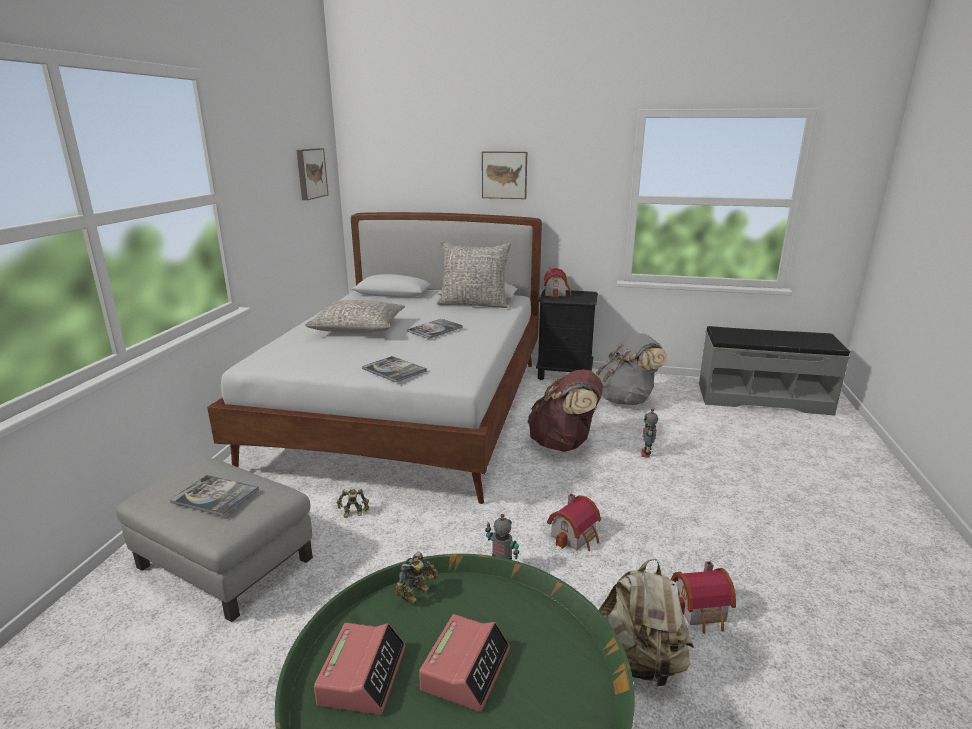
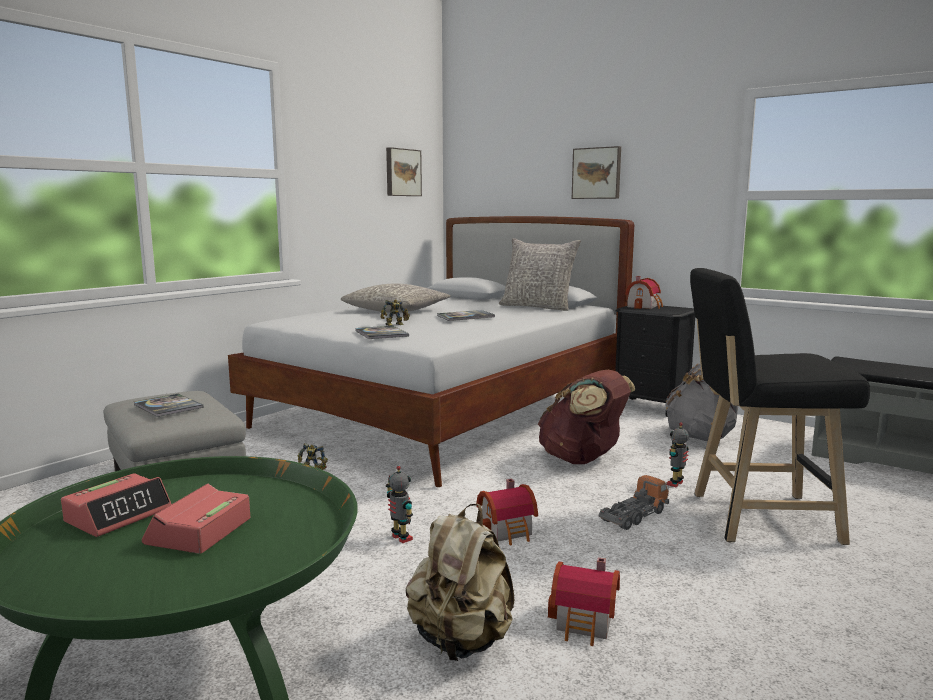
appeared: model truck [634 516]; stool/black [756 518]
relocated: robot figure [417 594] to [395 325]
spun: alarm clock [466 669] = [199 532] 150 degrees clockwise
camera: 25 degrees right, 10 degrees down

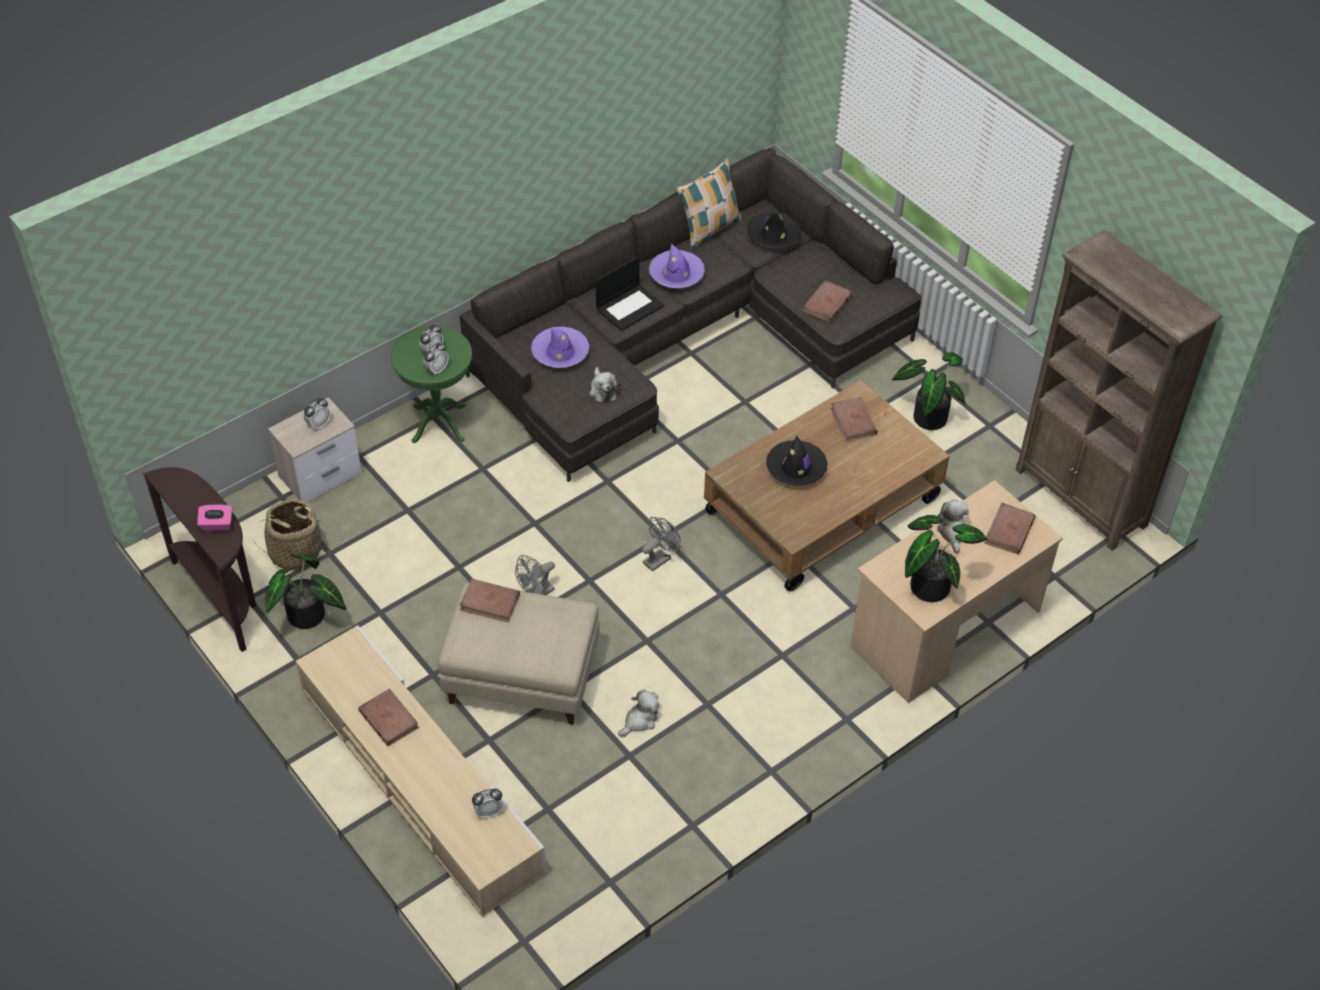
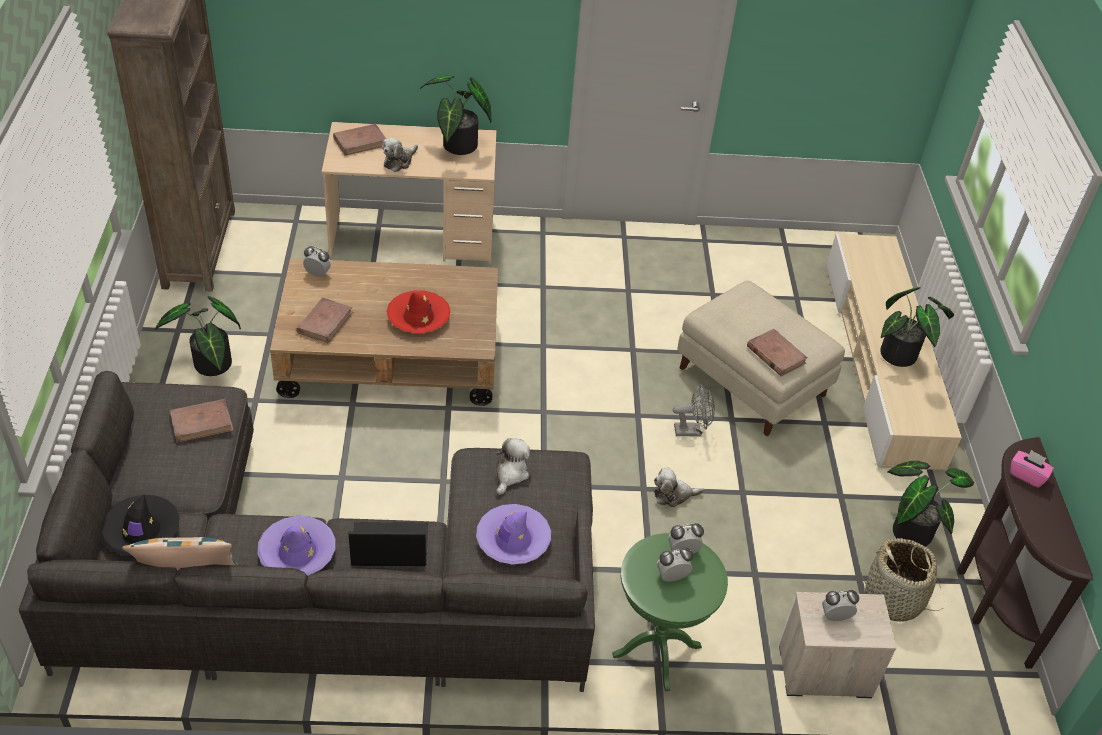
missing: cooling fan/grey [660 558]
relocated: alarm clock [488 811] to [318 274]; plush toy [640 720] to [673 495]
exchanged: bound book/brownish [388 719] to houseplant [903 355]
colour: wearable hat/black [796 468] to wearable hat/red [418 318]
camera: 145 degrees left, 5 degrees down

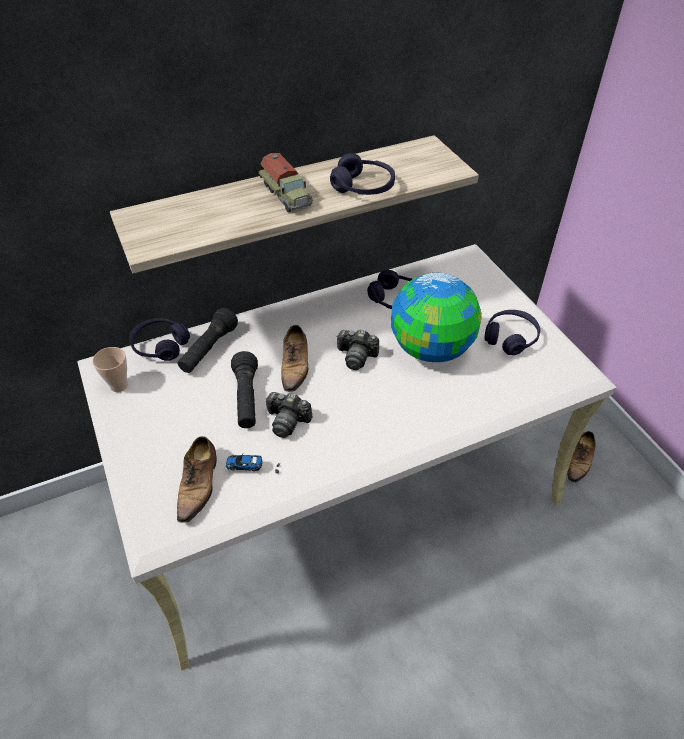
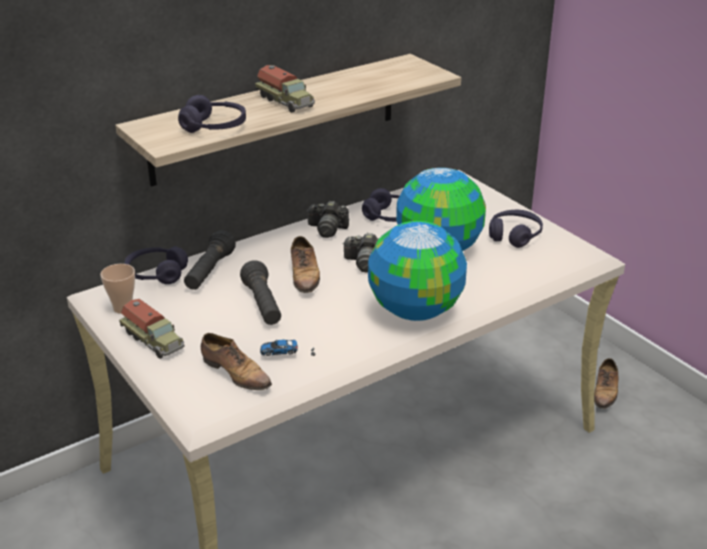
appeared: model truck [153 340]; globe [414 310]
relocated: photo camera [287 421] to [327 229]; headphones/purple [363 187] to [214 127]
spun: shoe [198 485] = [236 373] 45 degrees counterclockwise
camera: 10 degrees left, 15 degrees down

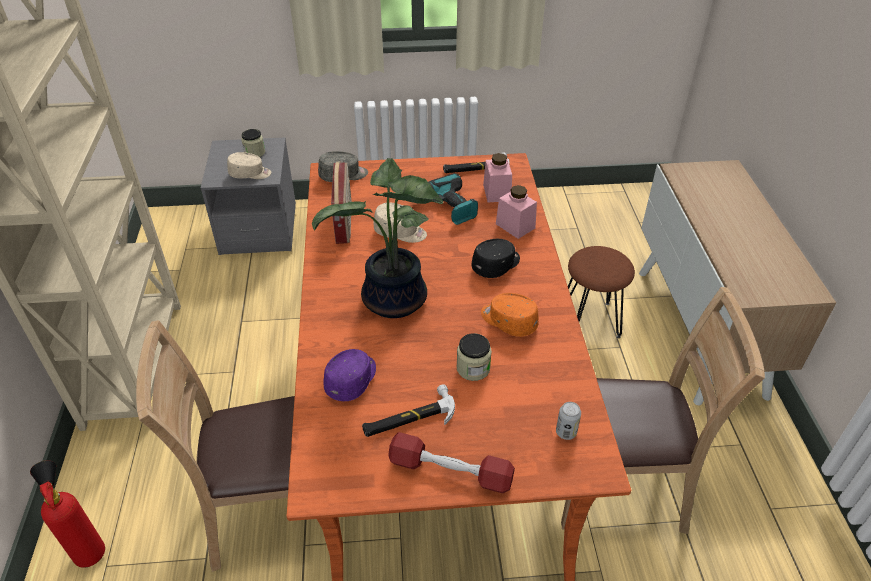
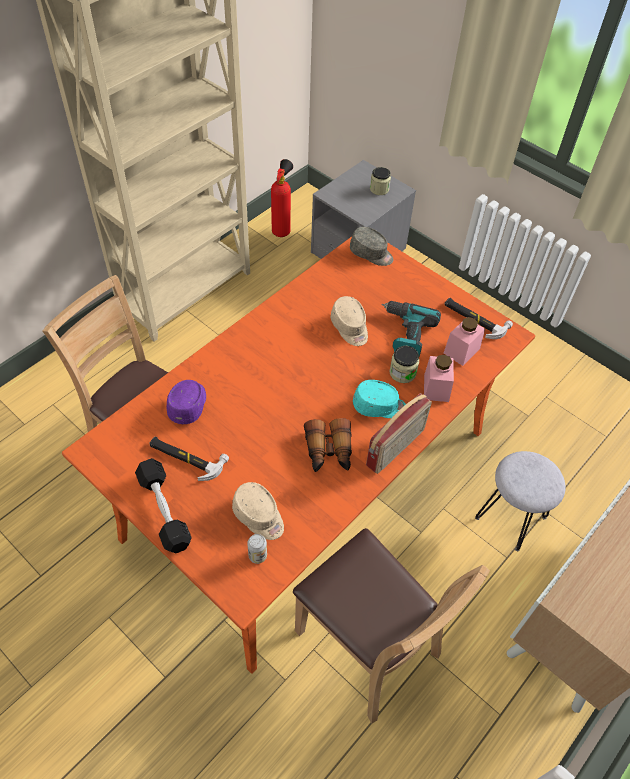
missing: houseplant [393 302]
relocated: fire extinguisher [89 549] to [282 230]; cap/beige-coloured [250 174] to [259 516]; radio set [344 222] to [396 448]; preserve jar [473 368] to [402 373]
exchanged: cap/orange [508 321] to pair of binoculars [329 452]
colour: hand weight/red [450 471] to hand weight/black [164 510]; cap/black [496 265] to cap/turquoise [379 406]; stool/brownish [591 321] to stool/grey [511 518]
spun: cap/purple [352 380] = [188 405] 60 degrees counterclockwise
camera: 45 degrees right, 10 degrees up

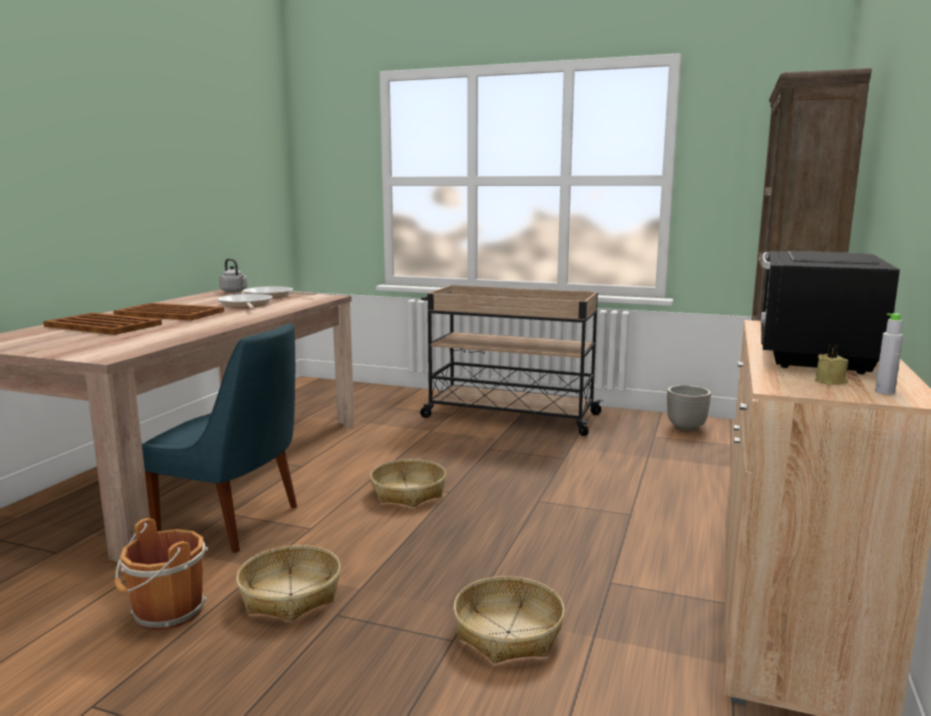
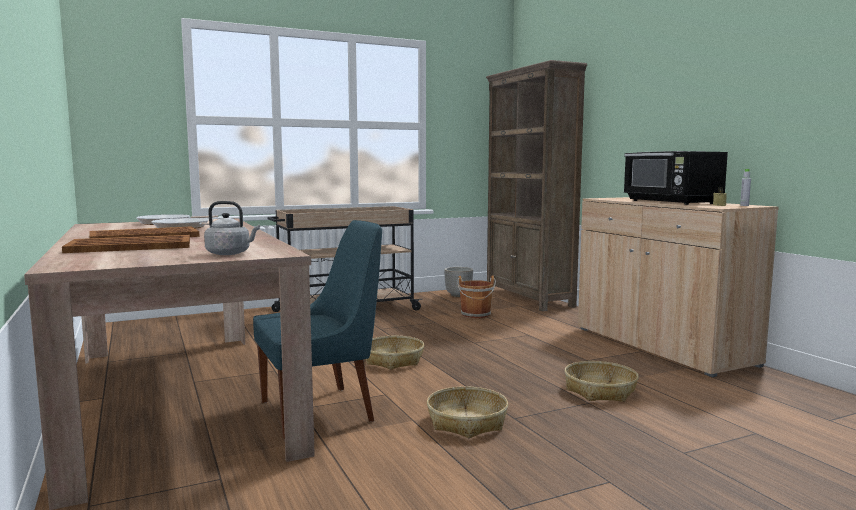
relocated: pail/brownish [166 613] to [476 315]; kettle/grey [235 291] to [230 253]
camera: 45 degrees left, 5 degrees down

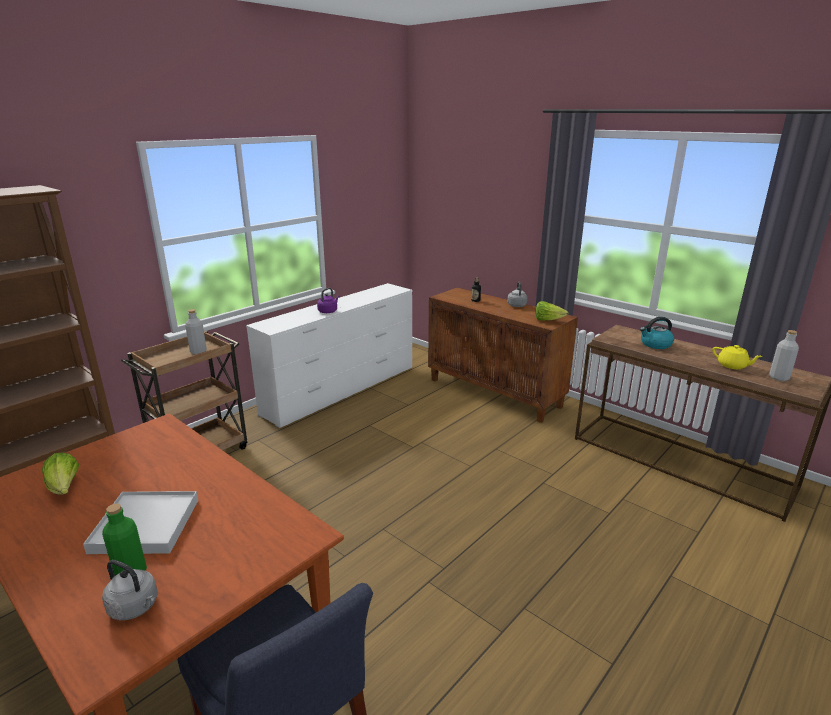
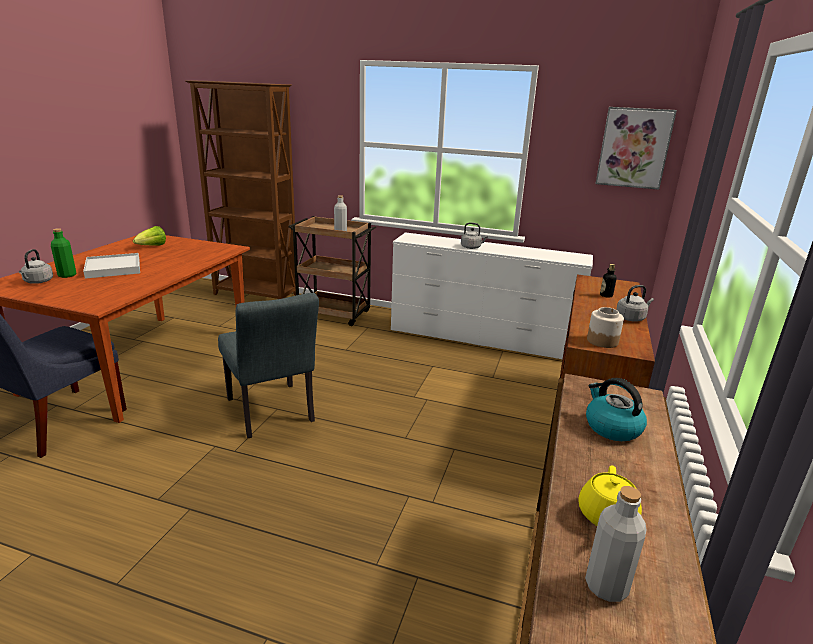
appeared: upright chair/grey [272 414]; picture [634 148]
exchanged: lettuce [547 320] to preserve jar [602 341]
colour: kettle/purple [328 311] to kettle/grey [472 247]
camera: 65 degrees right, 0 degrees up

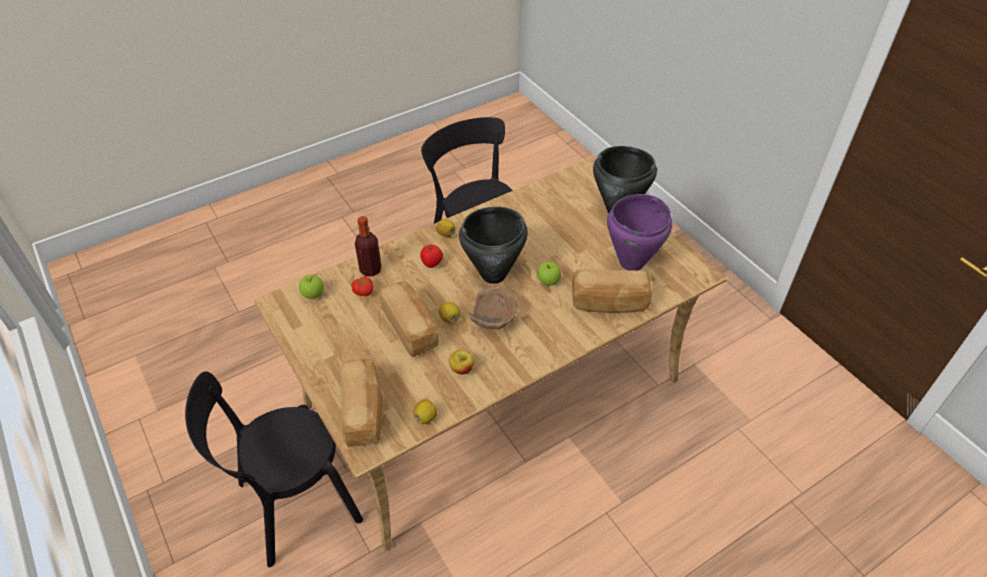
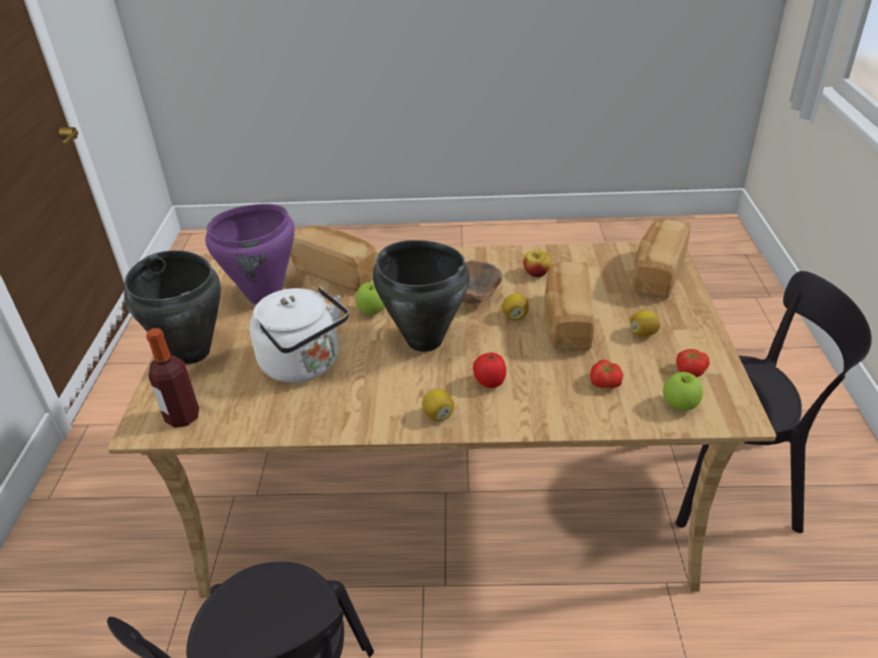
appeared: kettle/white [305 365]; tomato [689 371]
relocated: drink bottle [370 270] to [182 417]; citrus fruit [426 417] to [643 333]
camera: 145 degrees left, 10 degrees down

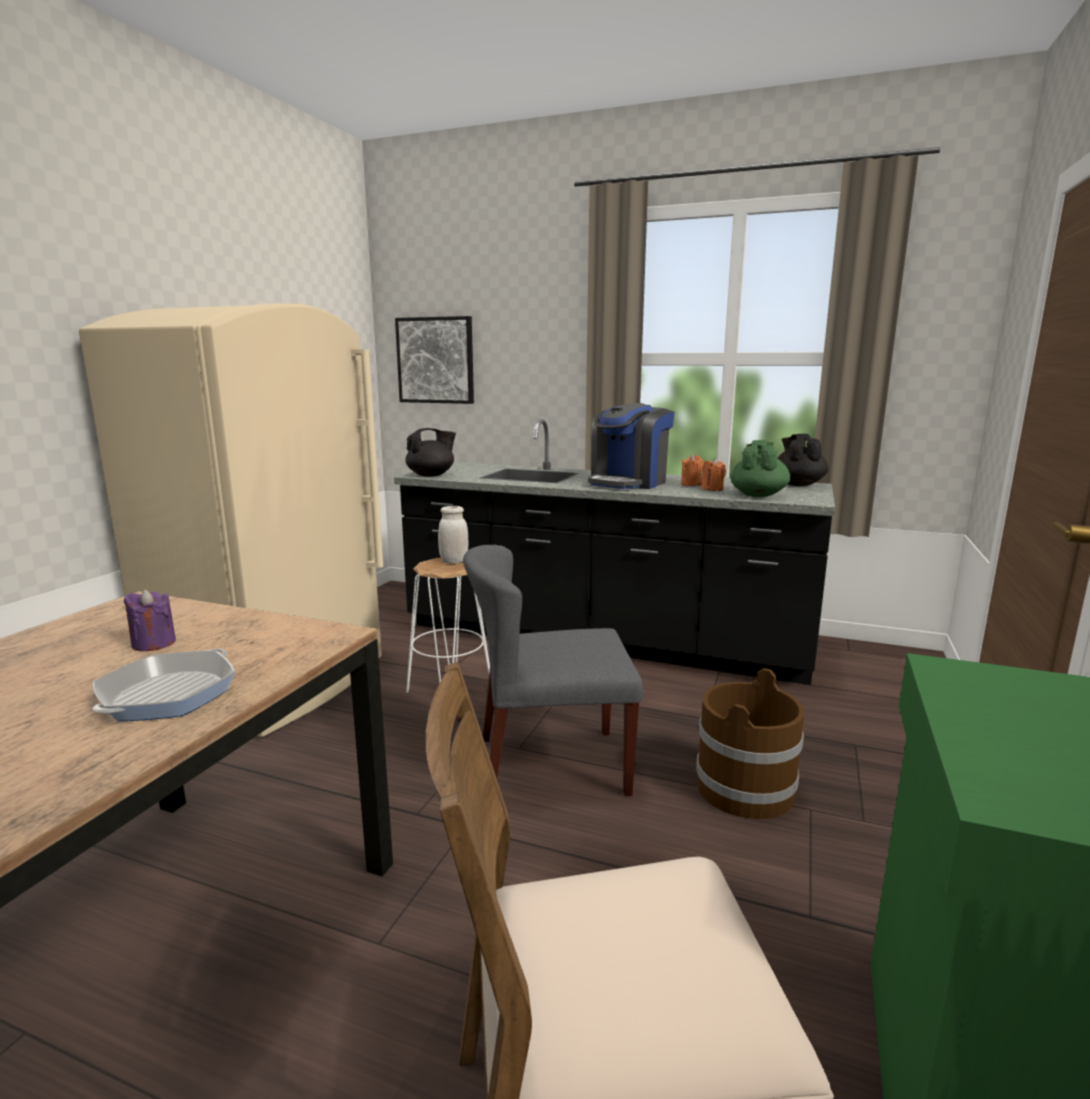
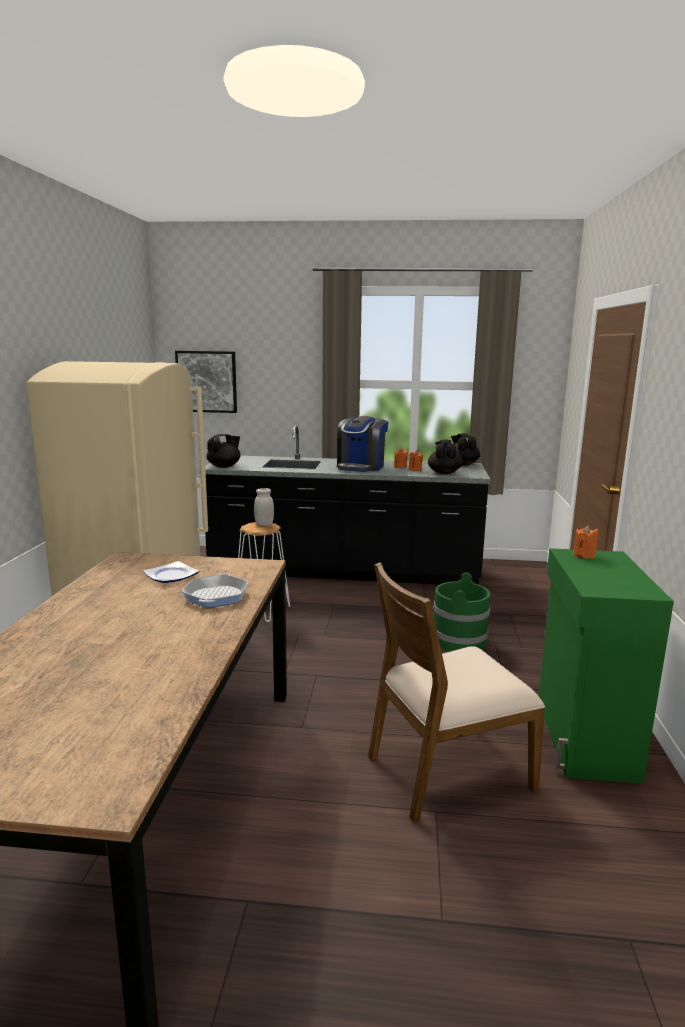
missing: upright chair/grey [550 766]
appeared: wax candle/orange [584 555]
exchanged: wax candle/purple [154 643] to dinner plate [171 576]
colour: pail/brownish [745 789] to pail/green-coloured [459 640]; pot for tea/green-coloured [758 495] to pot for tea/black [444 472]
camera: 15 degrees left, 0 degrees up

